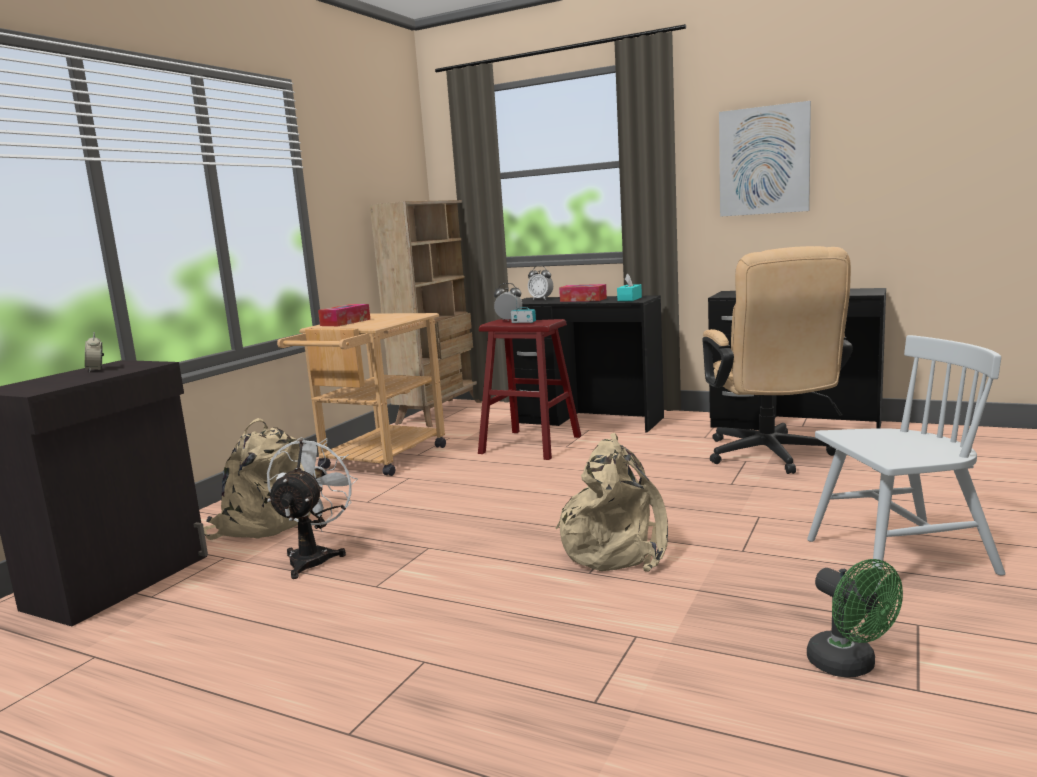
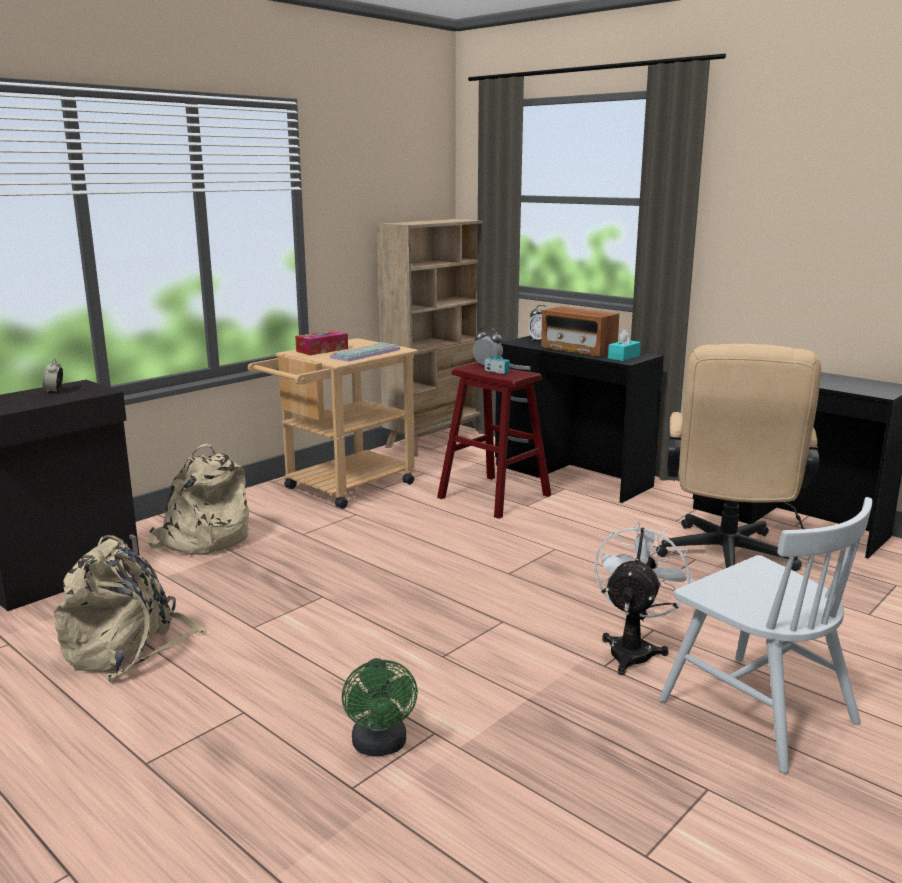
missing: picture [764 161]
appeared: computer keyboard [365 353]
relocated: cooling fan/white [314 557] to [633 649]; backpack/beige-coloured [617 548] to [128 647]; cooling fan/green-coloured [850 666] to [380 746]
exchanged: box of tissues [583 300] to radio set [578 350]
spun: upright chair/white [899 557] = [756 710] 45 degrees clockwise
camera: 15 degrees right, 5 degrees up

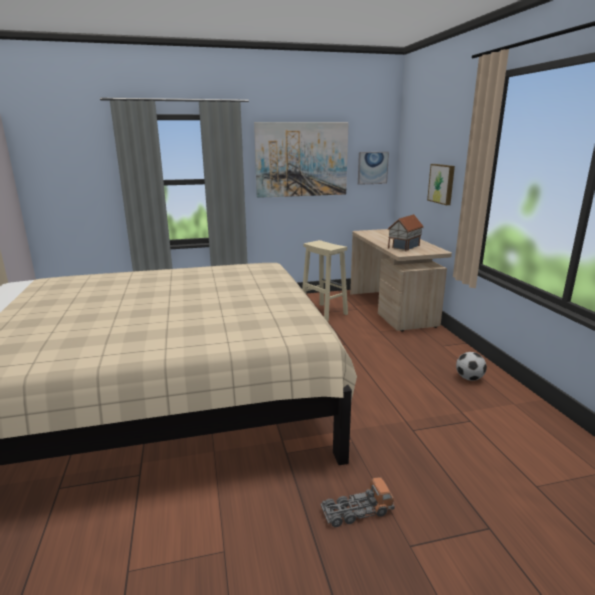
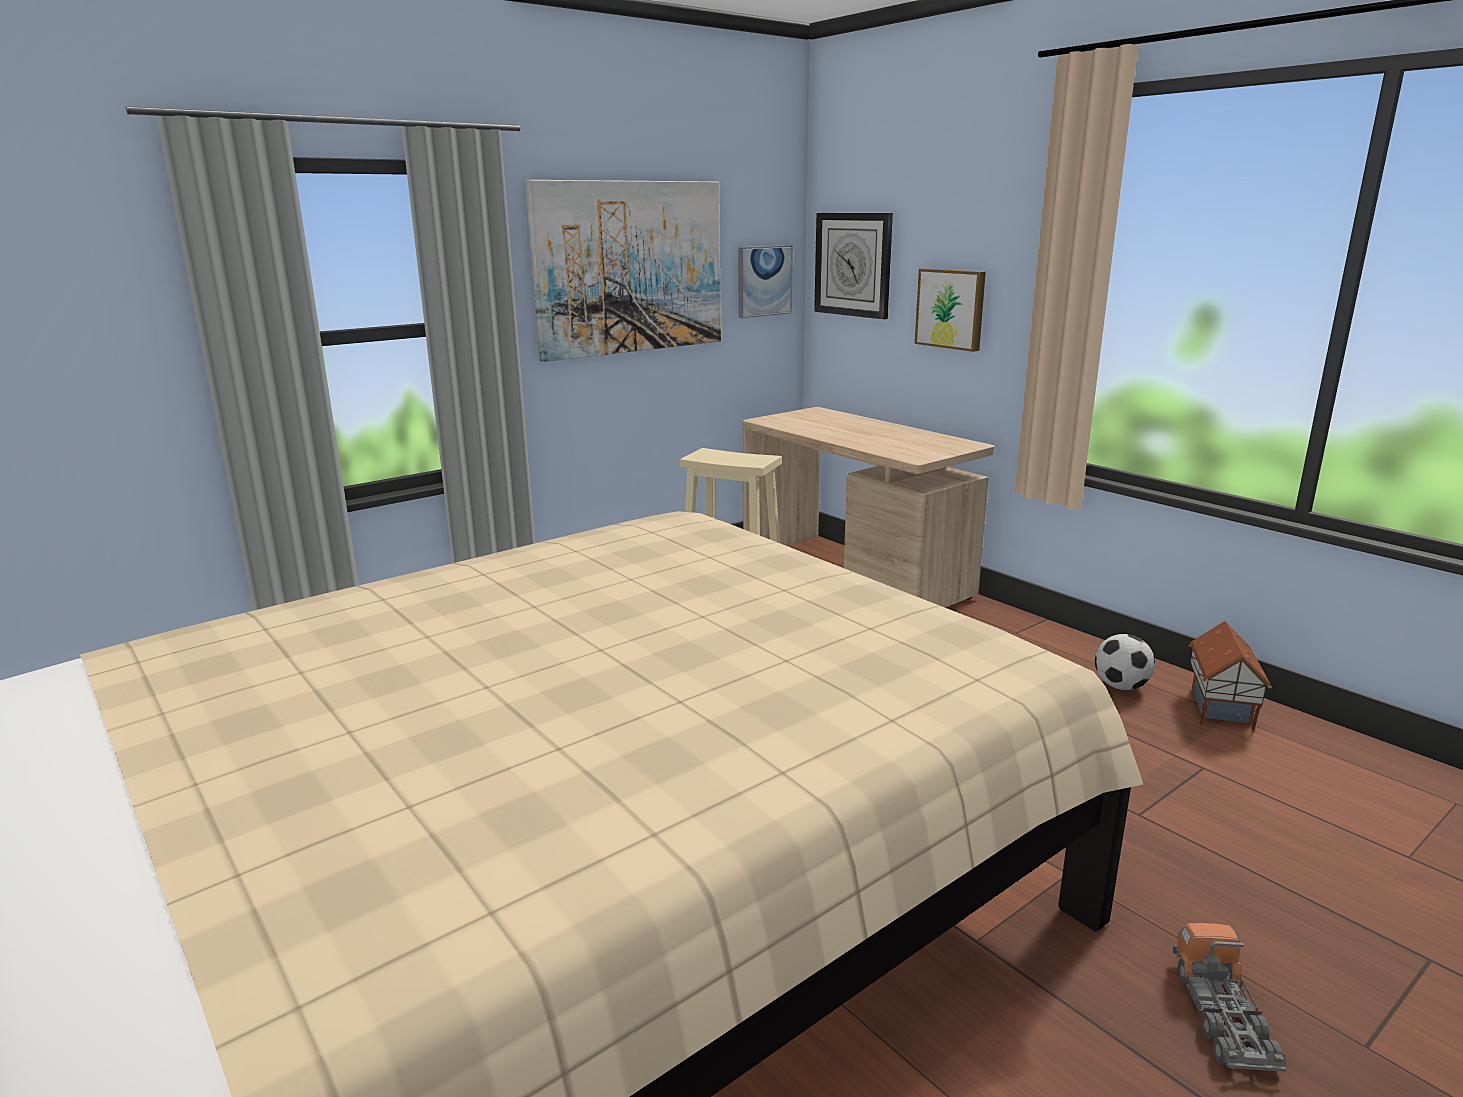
appeared: wall clock [853 264]
relocated: miniature house [403 247] to [1218 708]
spun: model truck [357 511] = [1222 1016] 45 degrees counterclockwise
camera: 25 degrees left, 0 degrees up

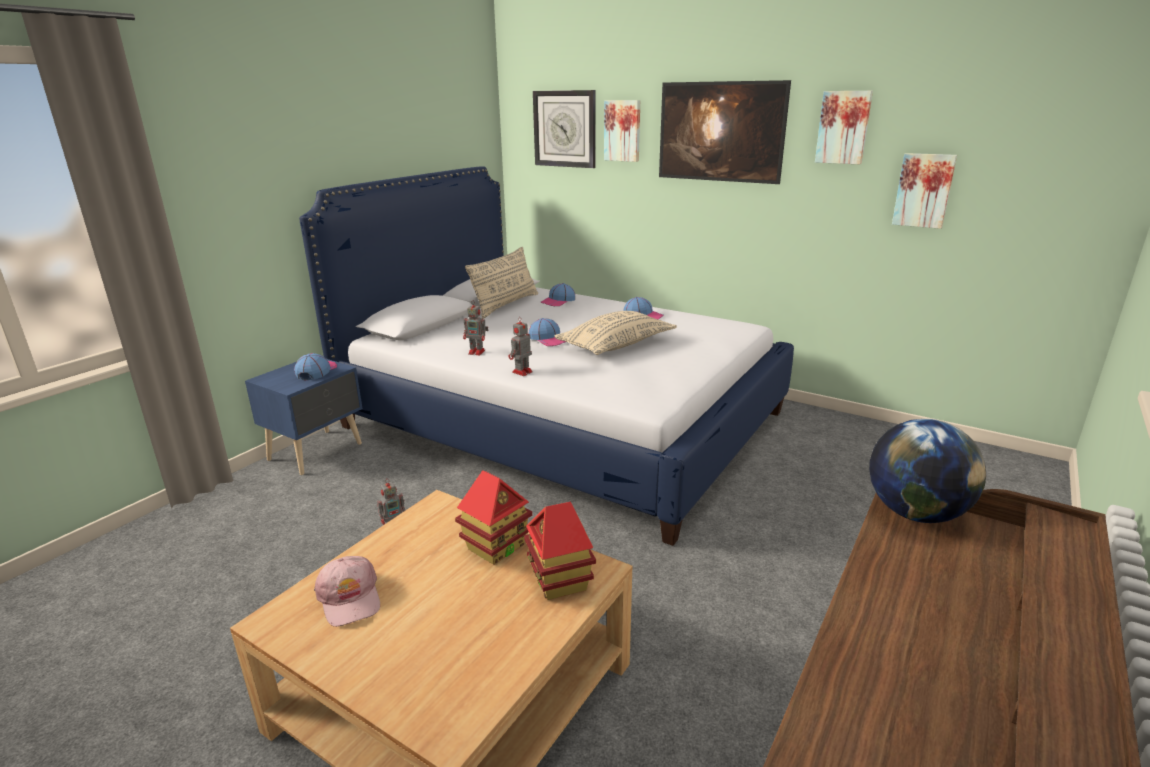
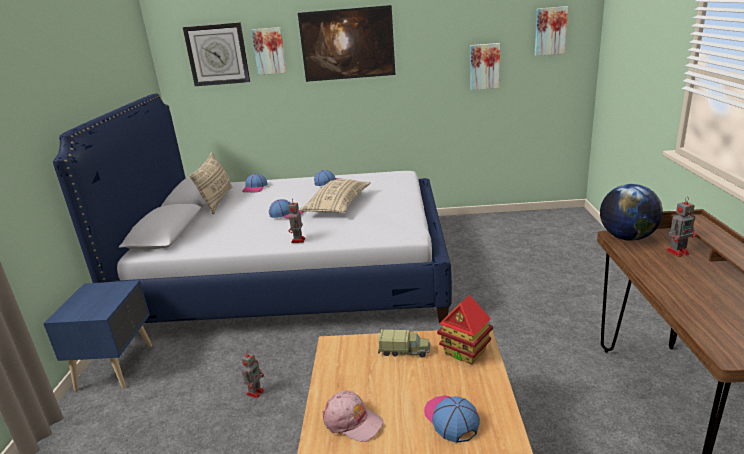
relocated: cap [316 371] to [450 419]; robot figure [477 352] to [678 252]; picture [843 127] to [550 31]
exchanged: miniature house [496 546] to model truck [404 351]
camera: 30 degrees left, 0 degrees up

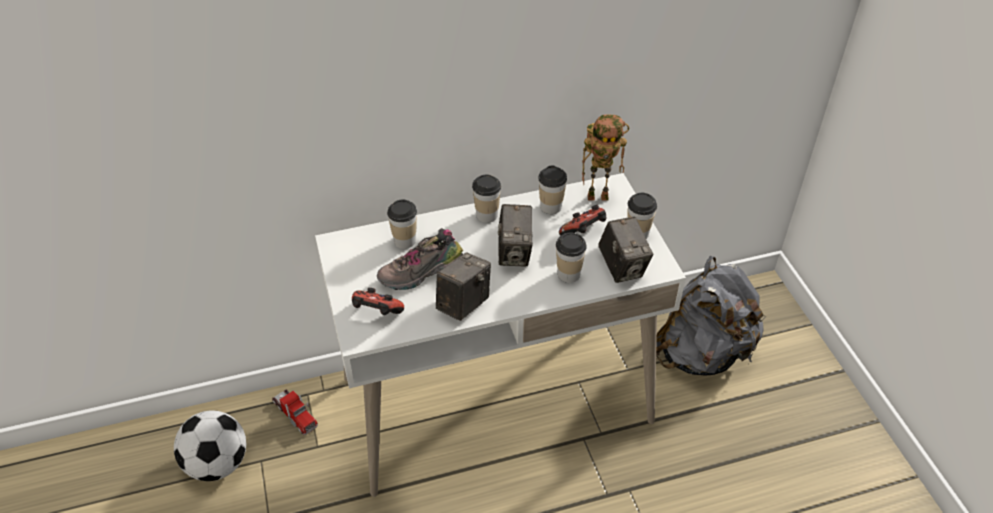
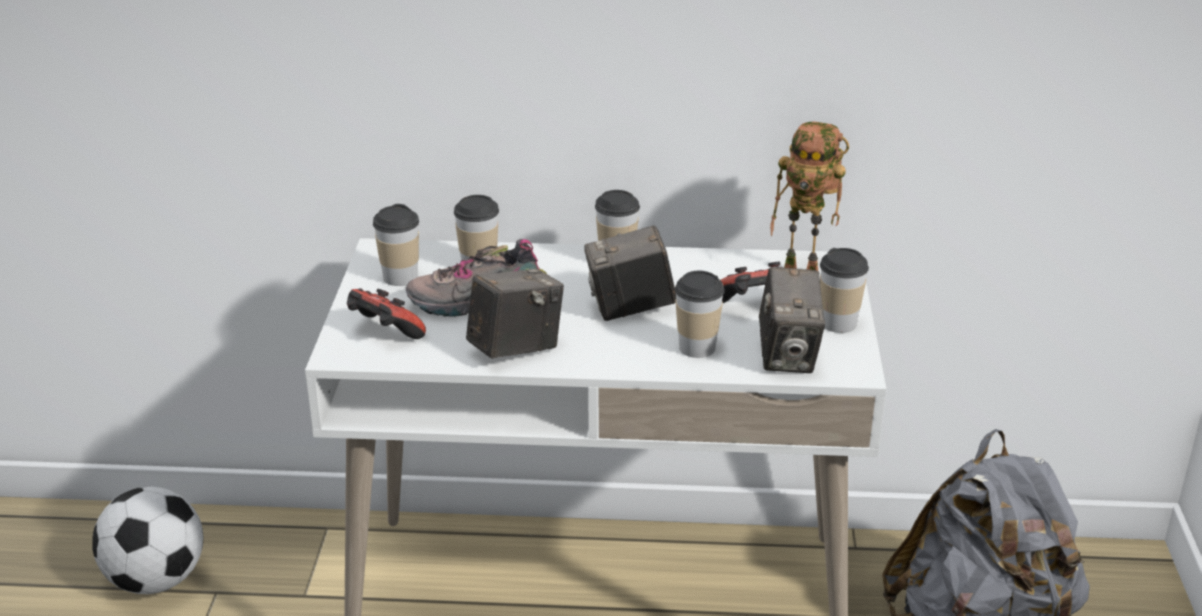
missing: model truck [295 414]
relocated: small cup [551 207] to [400 277]
spun: photo camera [514 253] = [630 309] 60 degrees clockwise
camera: 20 degrees right, 15 degrees down

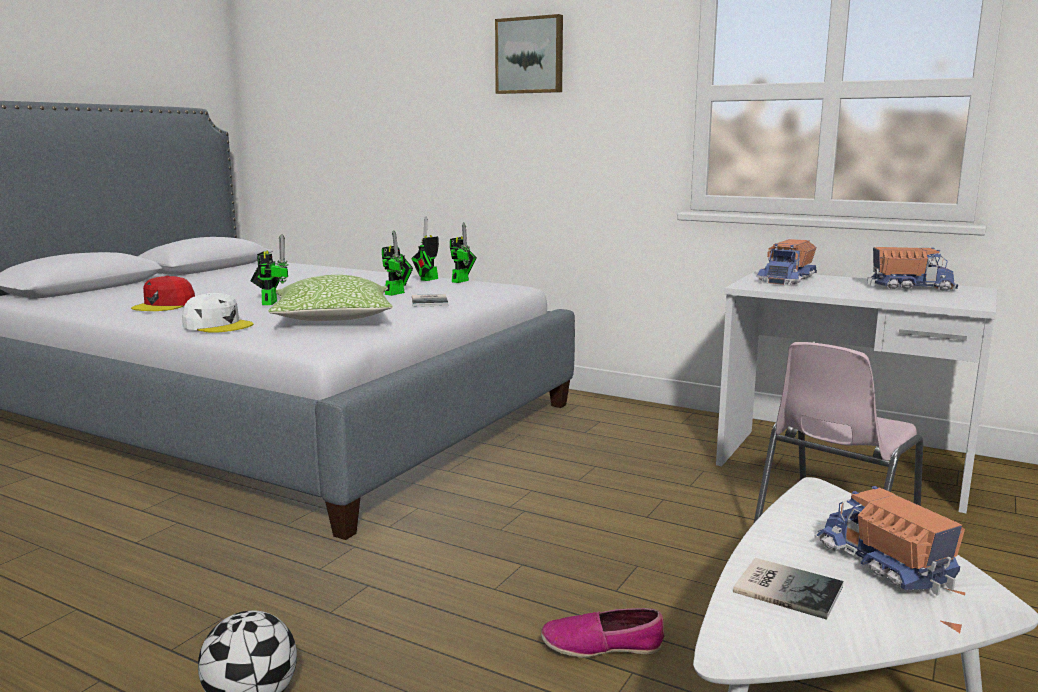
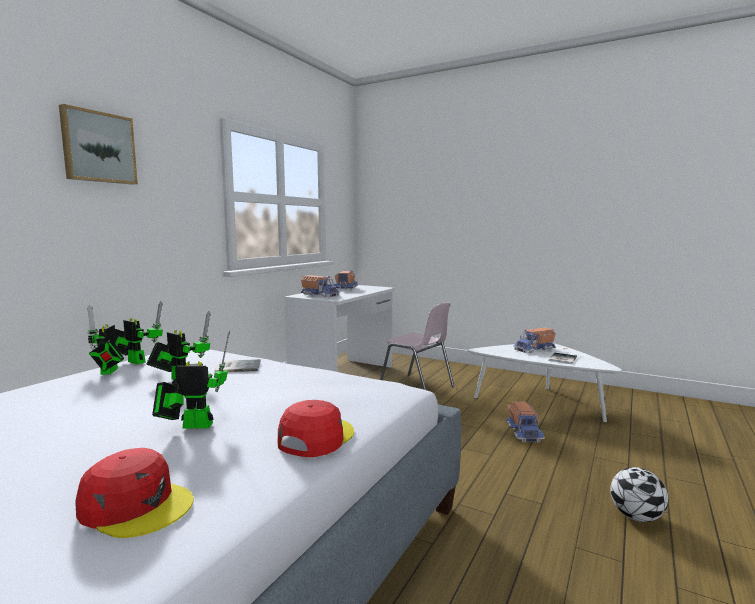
missing: pillow [333 319]
exchanged: shoe [602 645] to model truck [525 432]
colour: cap/white [218 325] to cap/red [316 437]
spun: robot figure [427 280] = [108 372] 45 degrees clockwise
camera: 90 degrees left, 5 degrees down

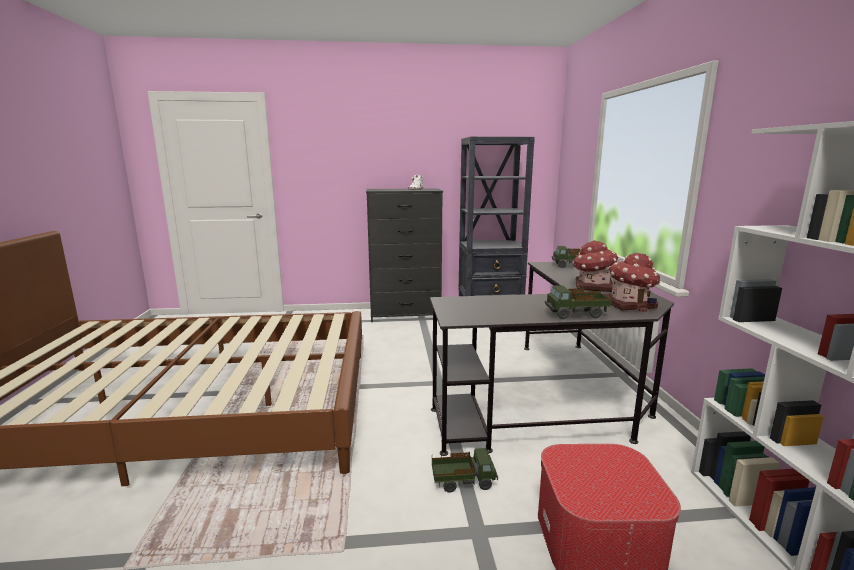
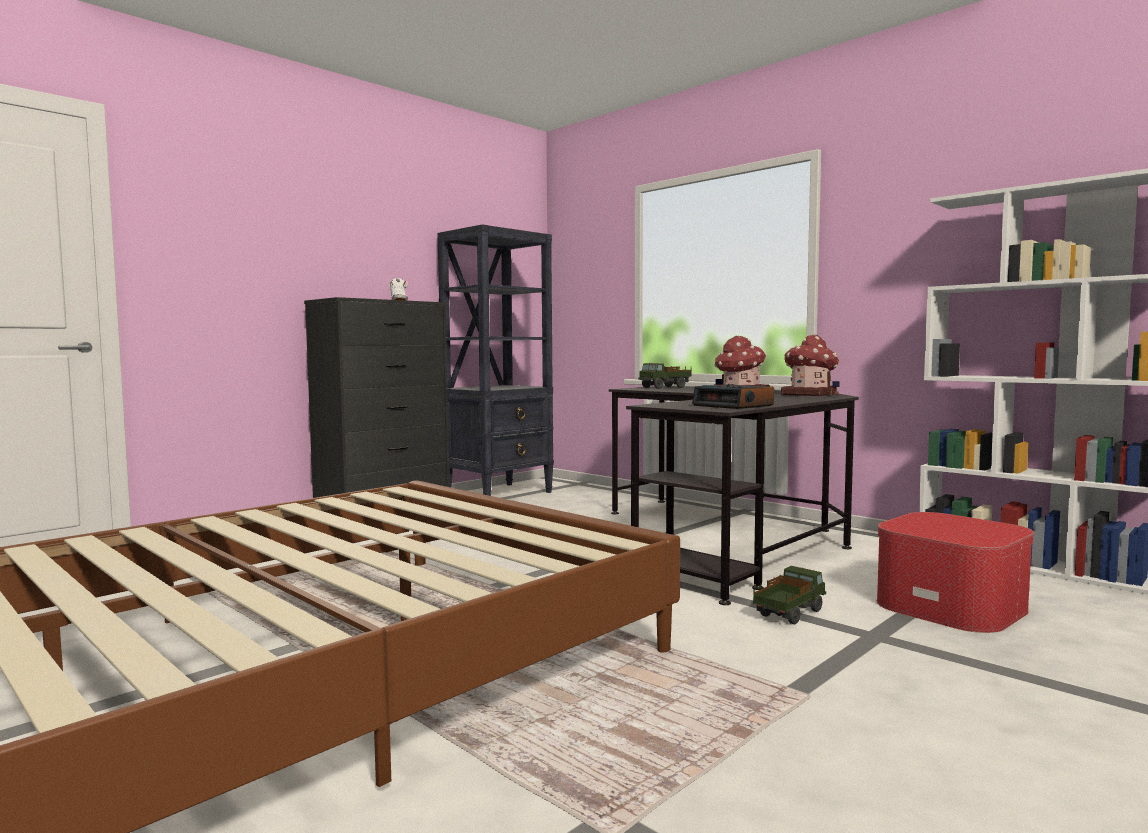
missing: model truck [577 315]
appeared: alarm clock [734 405]
camera: 40 degrees left, 10 degrees down

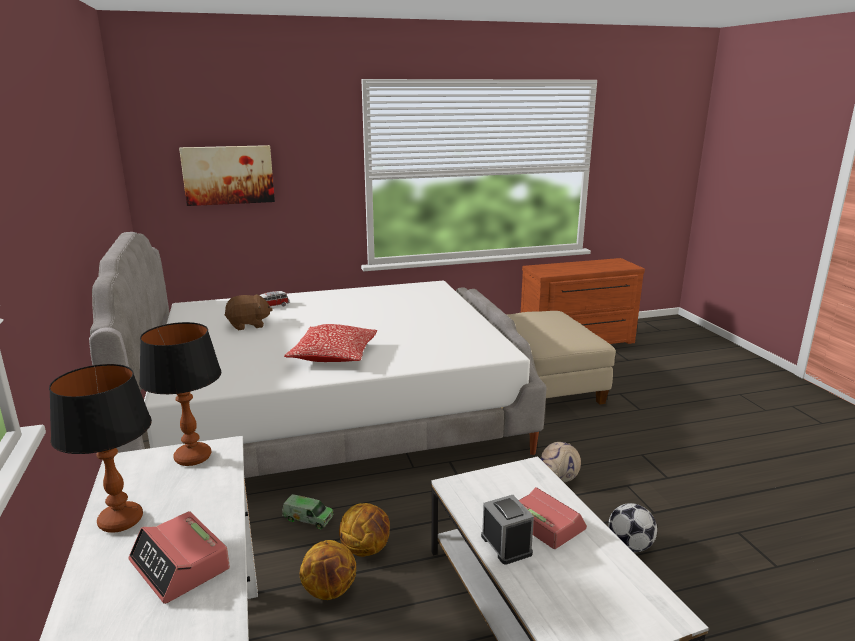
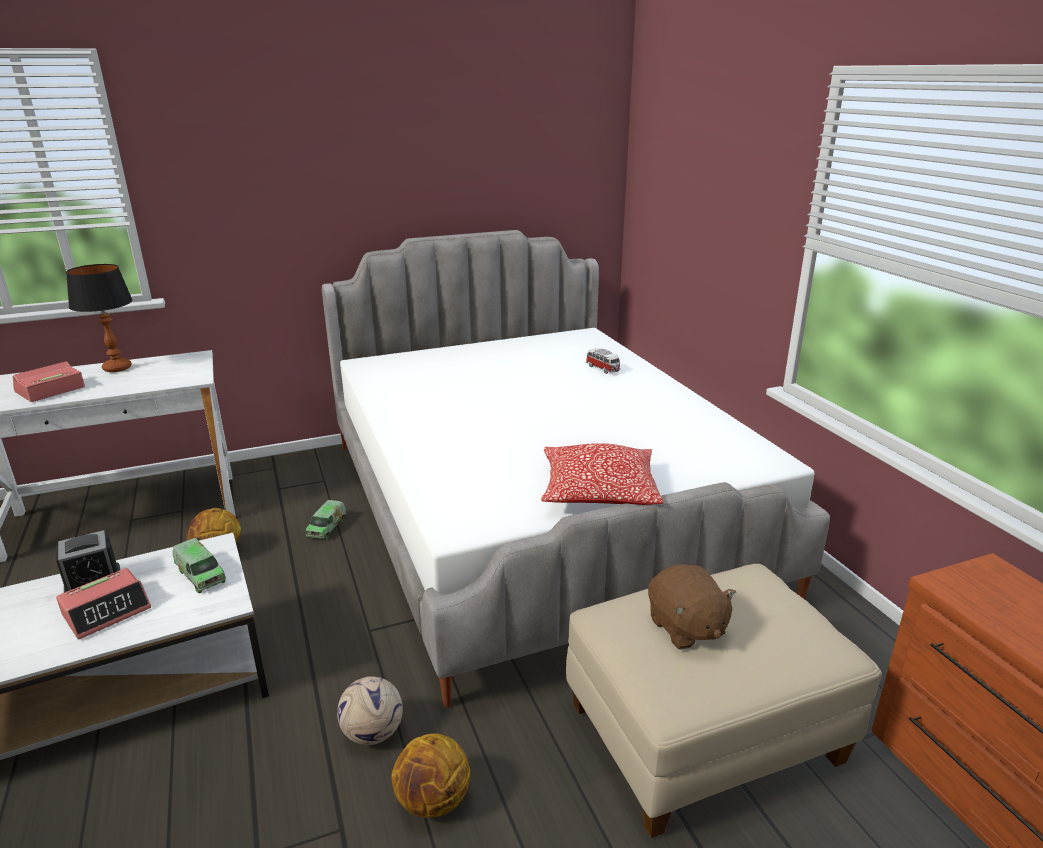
missing: tabletop lamp [192 457]; picture [228 175]; ball for football [629 546]
appeared: model truck [200 575]
relocated: plush toy/brownish [248 325] to [686 628]; pillow [334 355] to [599 491]; basketball ball [366 549] to [433 801]
camera: 85 degrees right, 5 degrees up

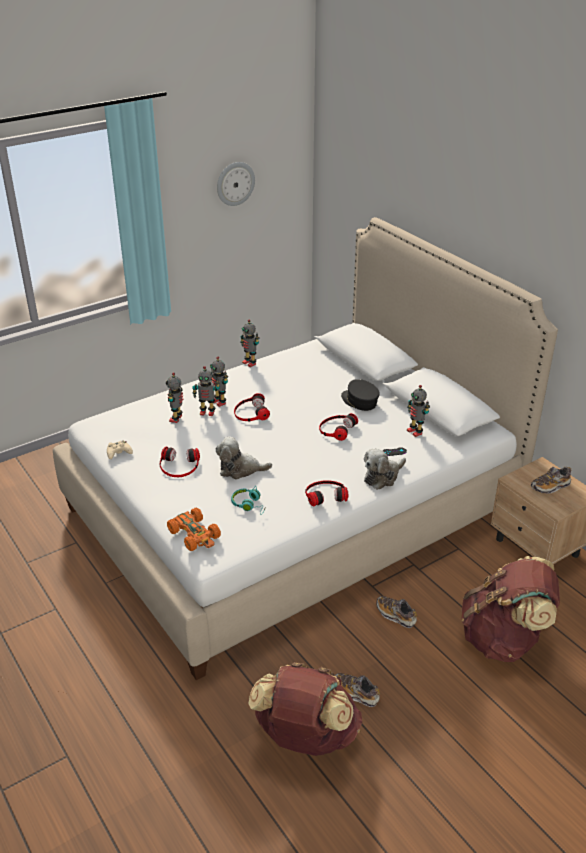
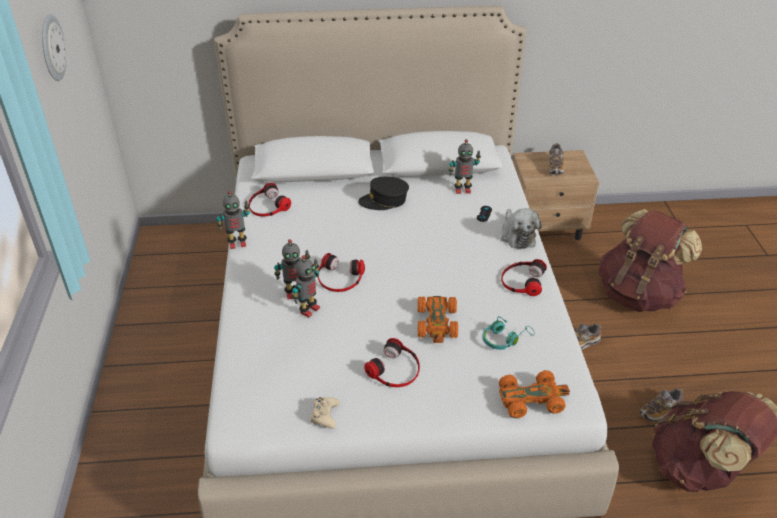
missing: robot figure [177 419]
relocated: headphones [336 429] to [267 206]
exchanged: plush toy [240 469] to model car/orange [437 323]
camera: 60 degrees left, 5 degrees up

